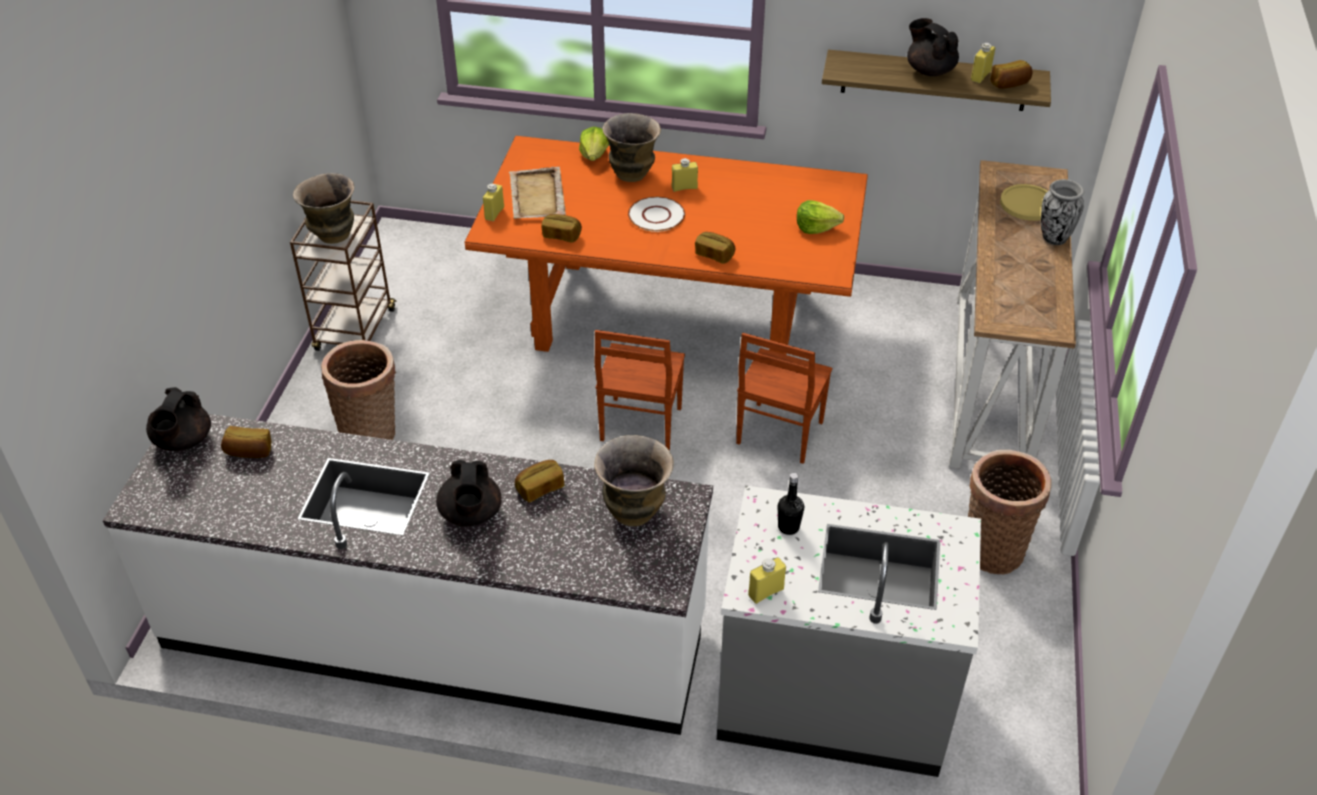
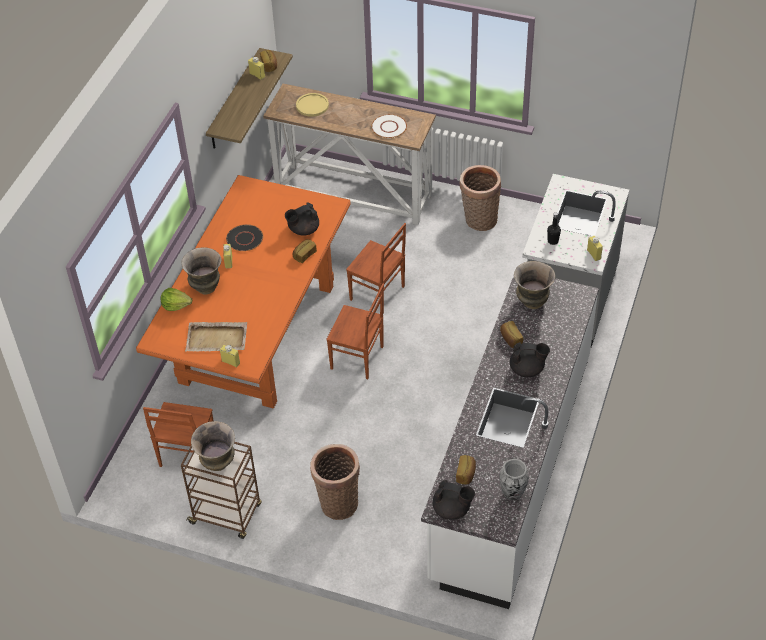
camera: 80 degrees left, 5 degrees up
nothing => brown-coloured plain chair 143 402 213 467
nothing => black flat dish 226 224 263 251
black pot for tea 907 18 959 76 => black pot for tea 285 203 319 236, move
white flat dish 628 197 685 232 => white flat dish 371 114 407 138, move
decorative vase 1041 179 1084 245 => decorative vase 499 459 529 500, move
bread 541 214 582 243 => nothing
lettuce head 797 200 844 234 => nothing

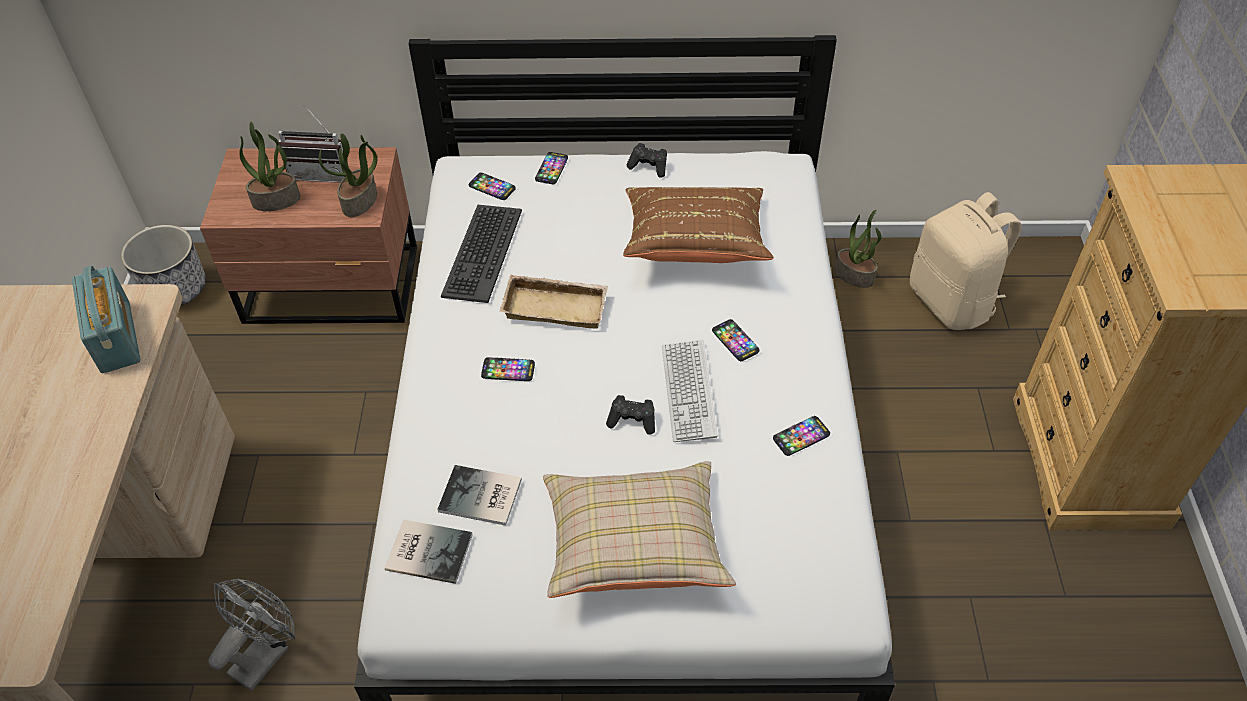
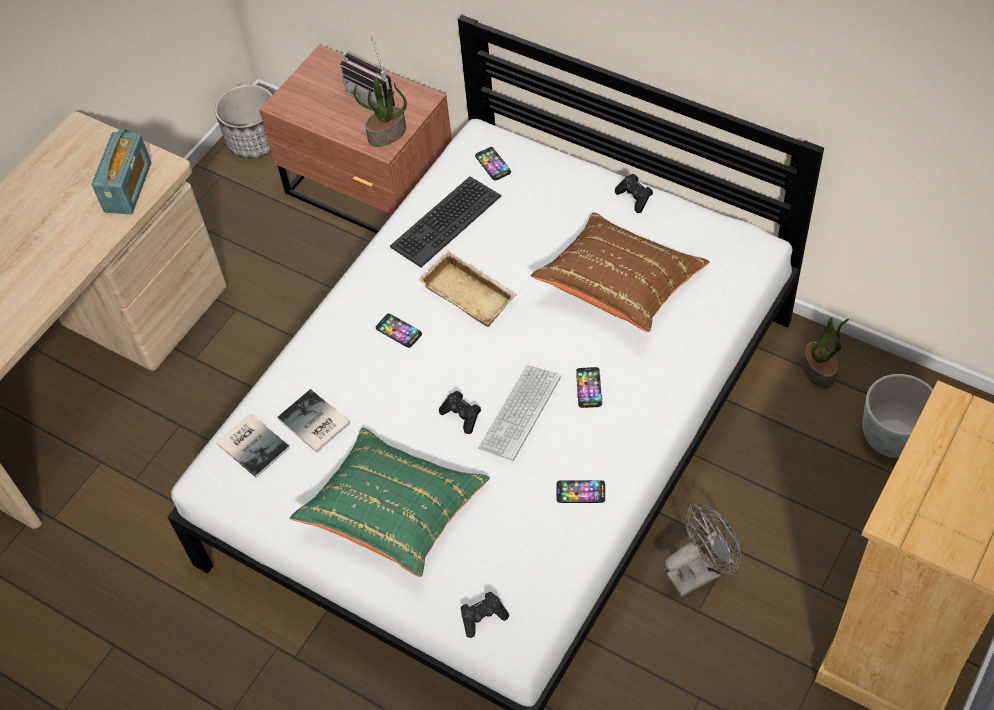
camera: 35 degrees right, 5 degrees up
beige-coloured cushion 543 461 736 598 => green-coloured cushion 290 428 490 577
nothing => black game controller 461 592 509 638
grey electric fan 208 579 295 691 => grey electric fan 665 502 741 597, move
beige-coloured backpack 910 192 1021 330 => grey planter 862 374 933 458
houseplant 239 122 300 211 => nothing
handset 535 152 568 184 => nothing

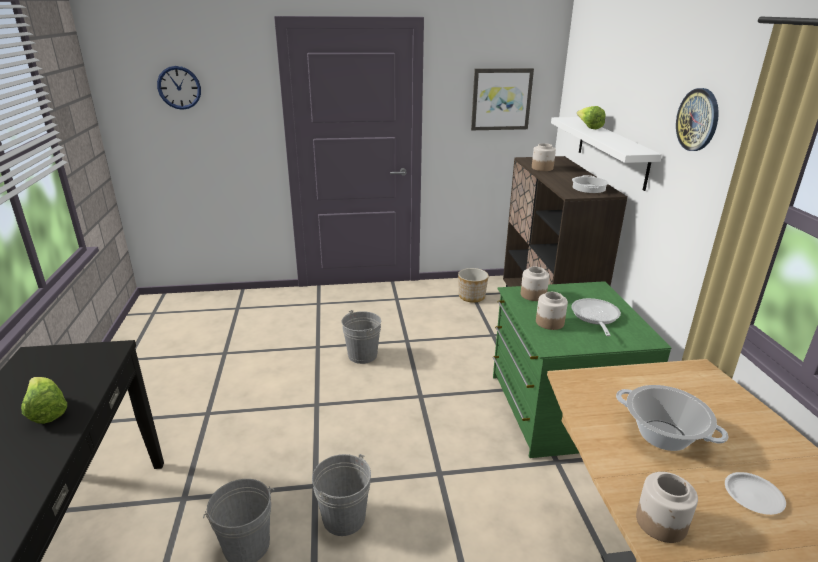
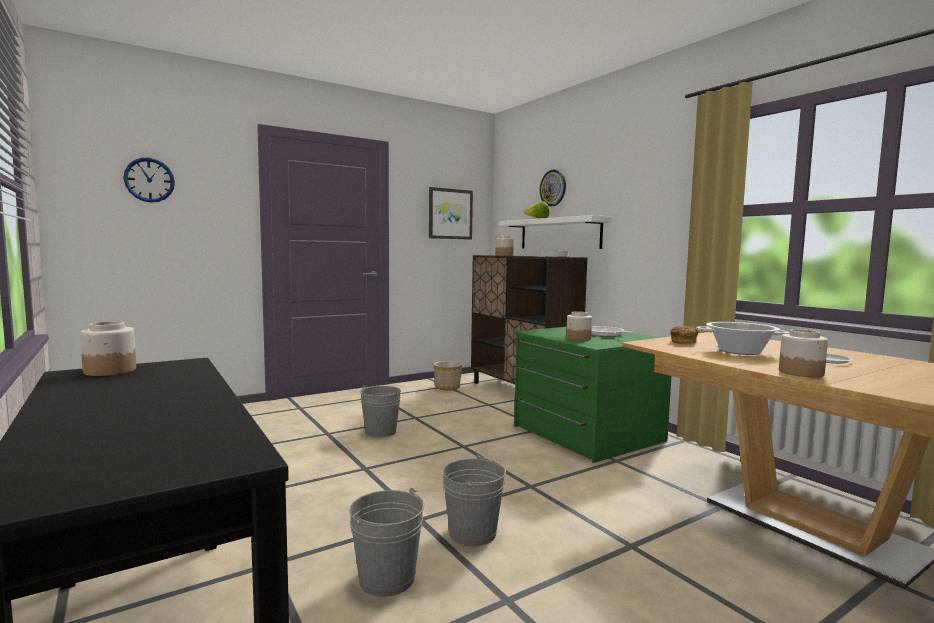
camera: 25 degrees left, 20 degrees down
jar 521 267 549 301 => jar 80 321 136 376, move
hanging clock 676 88 719 151 => hanging clock 540 170 566 206, move
nothing => bread 670 326 698 344
lettuce head 21 377 67 424 => nothing

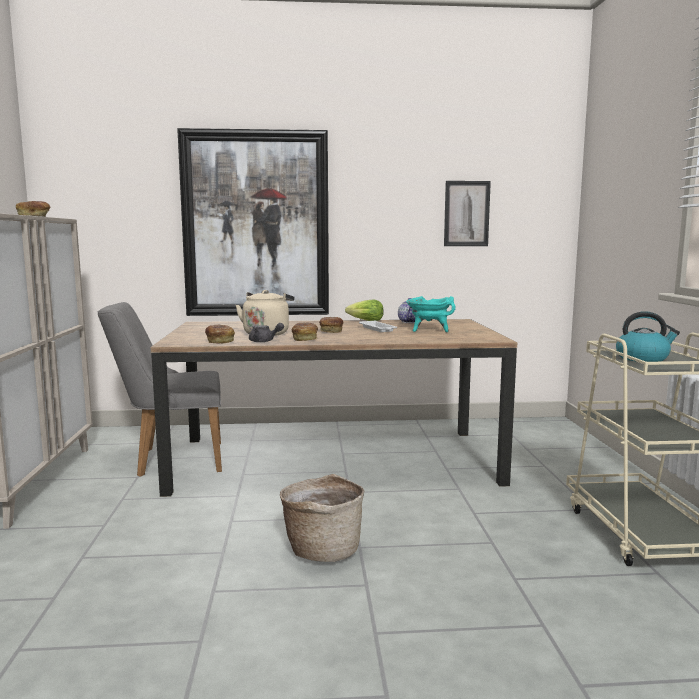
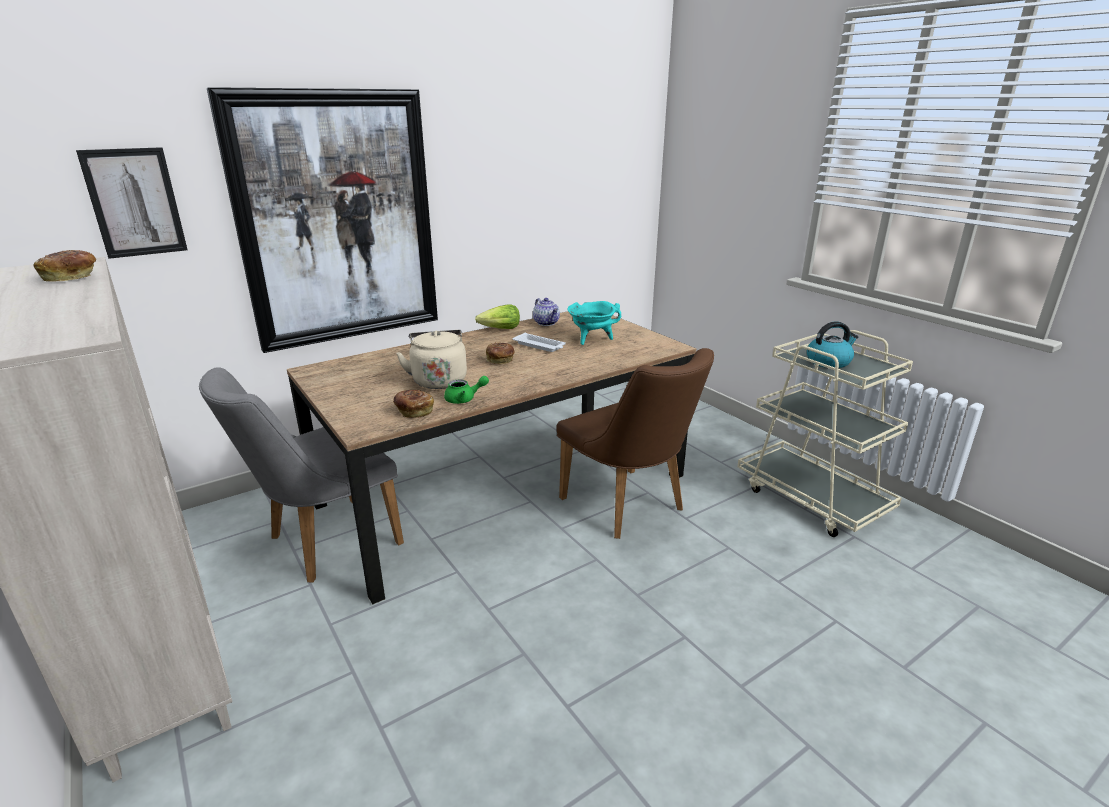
camera: 30 degrees left, 15 degrees up
wall art 444 181 491 246 => wall art 76 147 188 259, move
grey pot for tea 249 323 284 342 => green-coloured pot for tea 444 376 489 404
nothing => brown-coloured plain chair 556 348 714 539
household basket 280 474 364 562 => nothing
bread 292 323 318 341 => nothing

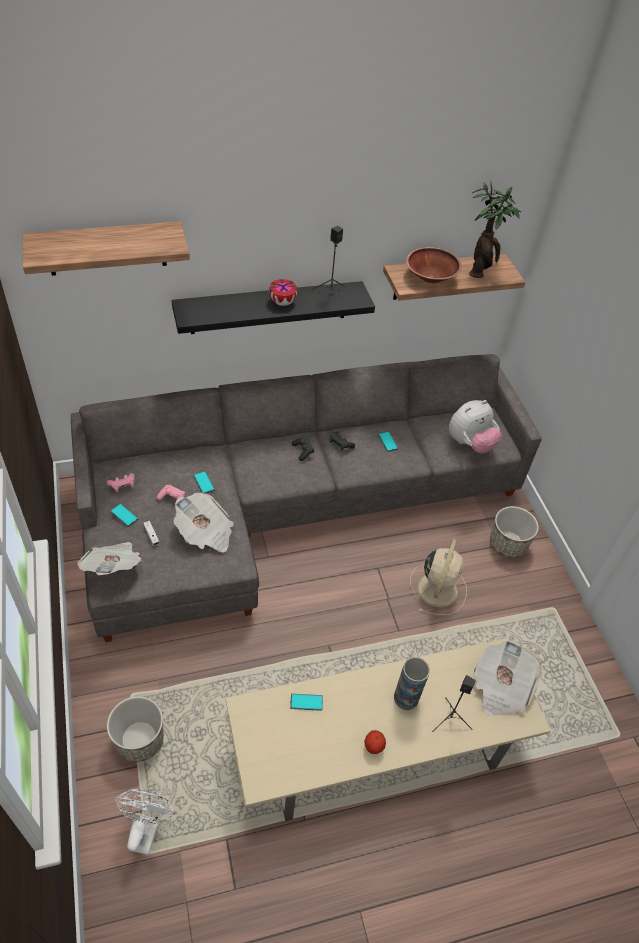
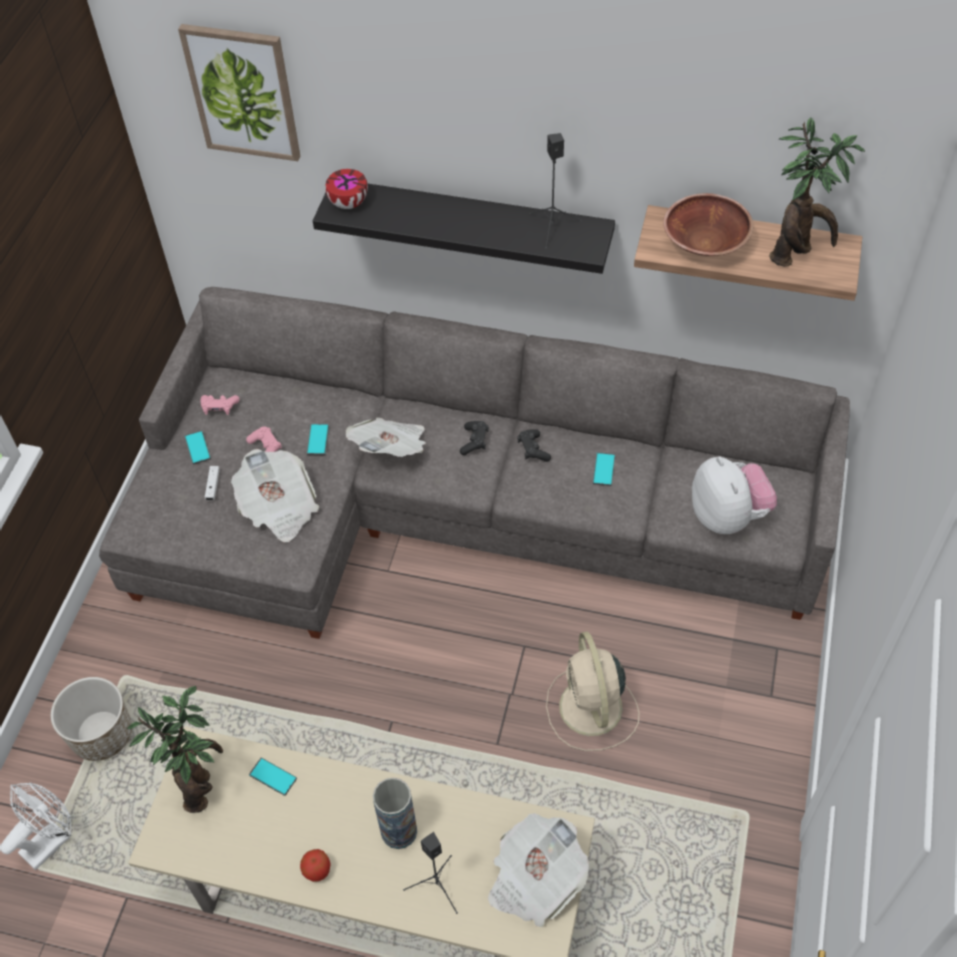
camera: 35 degrees right, 5 degrees up
nothing => houseplant 127 686 223 813
bracket shelf 22 221 190 276 => wall art 178 24 300 161
bowl 269 279 297 306 => bowl 325 169 368 209, move
daily paper 77 542 142 575 => daily paper 346 417 426 457, move
beige-coloured electric fan 410 538 467 615 => beige-coloured electric fan 546 632 639 751, 120 degrees clockwise
cuddly toy 449 400 502 454 => cuddly toy 692 456 777 534, 105 degrees counterclockwise
planter 490 506 539 558 => nothing

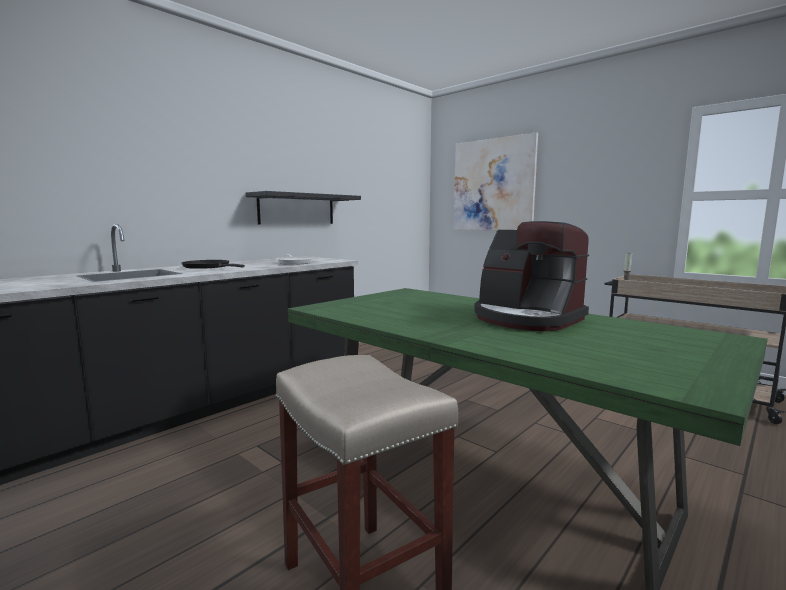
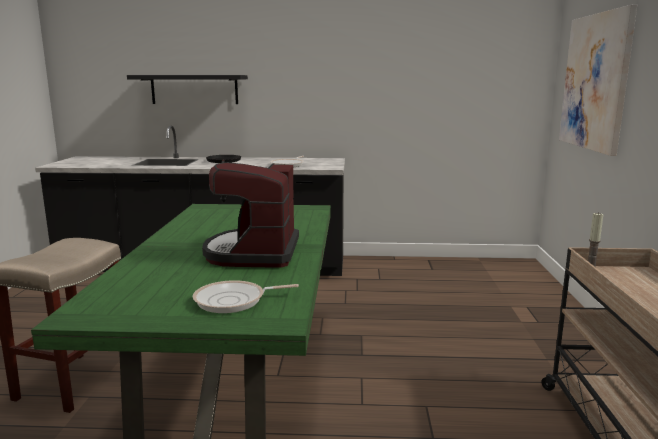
camera: 50 degrees right, 5 degrees up
black bracket shelf 246 191 361 225 => black bracket shelf 127 75 248 104, move
nothing => skillet 193 280 299 313

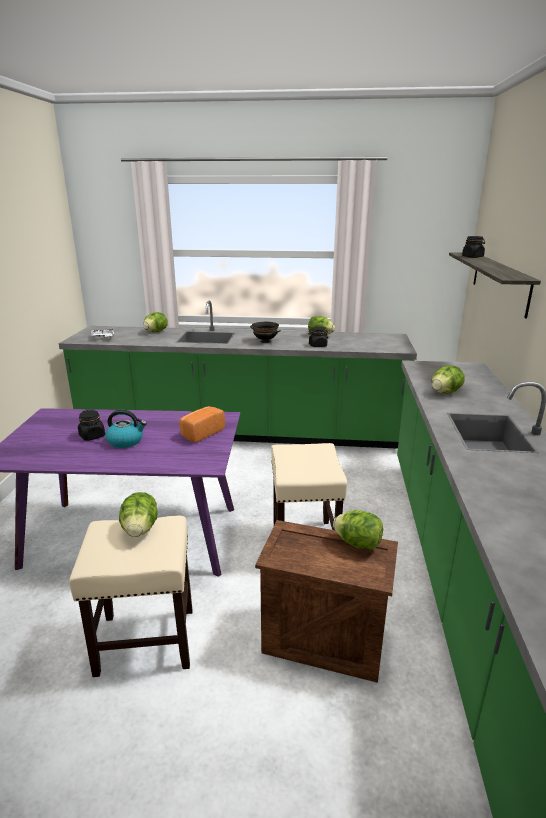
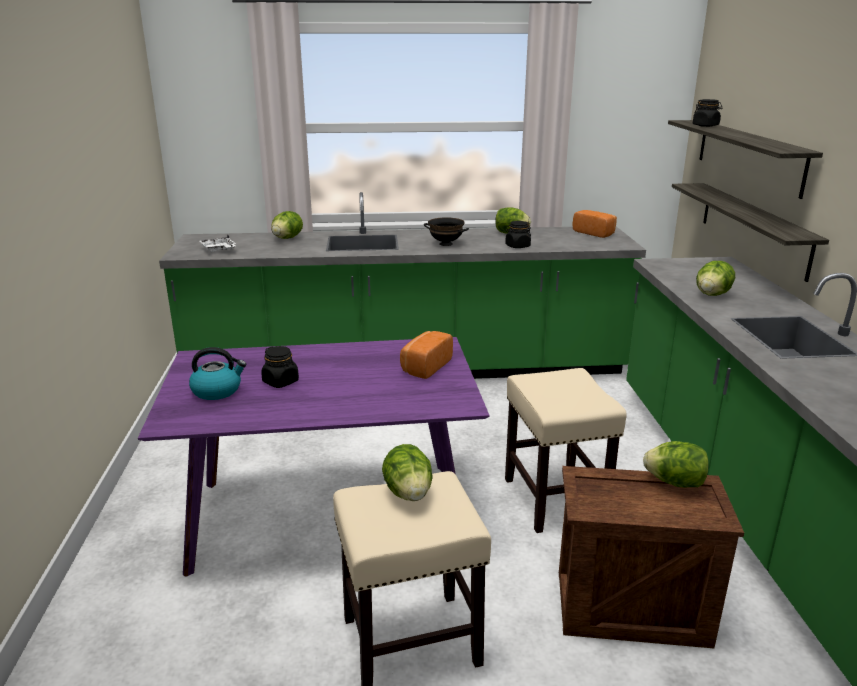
camera: 10 degrees left, 0 degrees up
kettle 105 410 147 448 => kettle 189 347 247 400, move
nothing => bread 573 210 617 238
nothing => bracket shelf 672 183 829 282

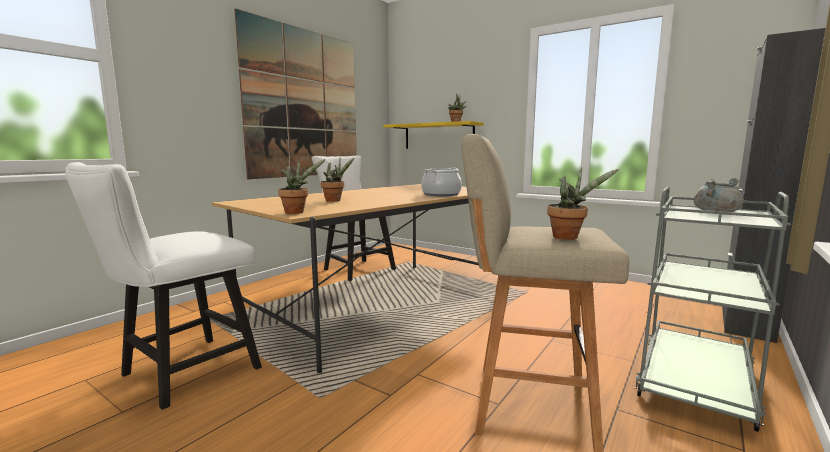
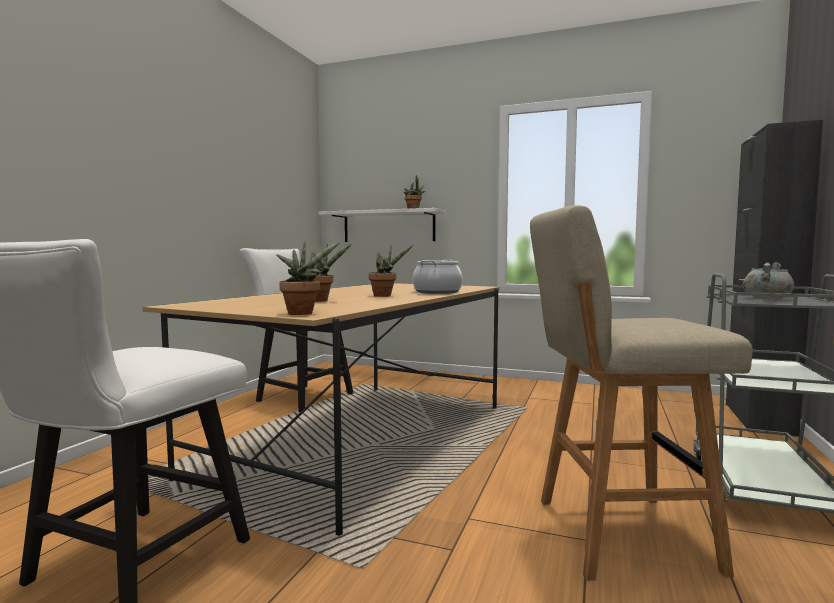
camera: 15 degrees left, 5 degrees down
yellowish bracket shelf 383 121 484 149 => white bracket shelf 319 208 446 242
houseplant 547 167 619 240 => houseplant 369 245 413 297, move
wall art 235 9 357 179 => nothing

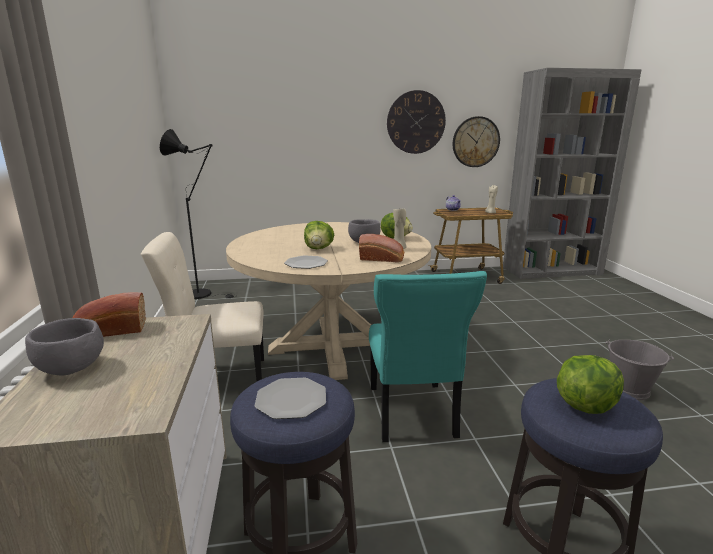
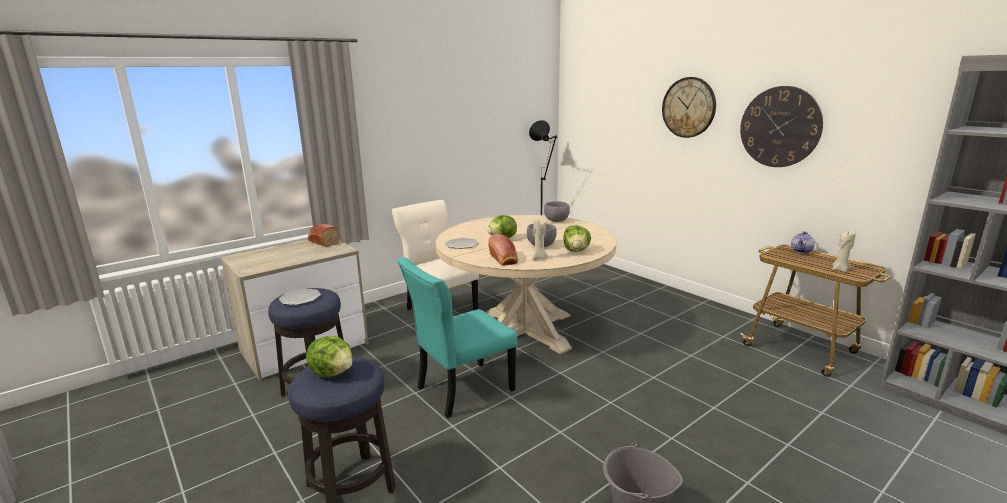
camera: 60 degrees right, 0 degrees up
grey bowl 25 318 104 376 => grey bowl 544 201 570 222, move
hanging clock 453 116 500 167 => hanging clock 662 77 716 138, move

